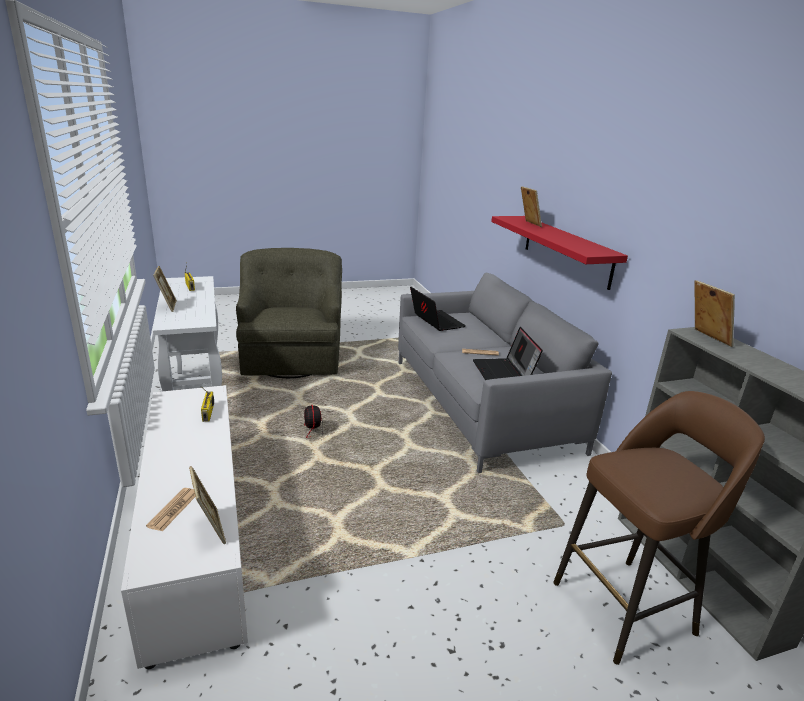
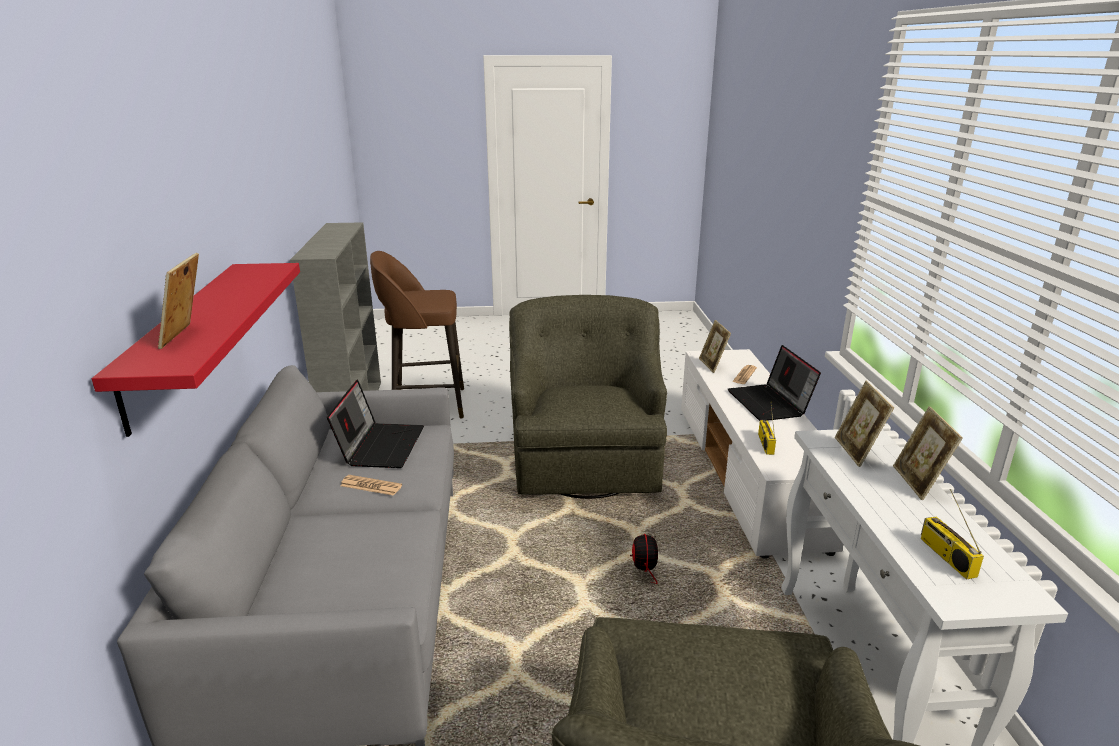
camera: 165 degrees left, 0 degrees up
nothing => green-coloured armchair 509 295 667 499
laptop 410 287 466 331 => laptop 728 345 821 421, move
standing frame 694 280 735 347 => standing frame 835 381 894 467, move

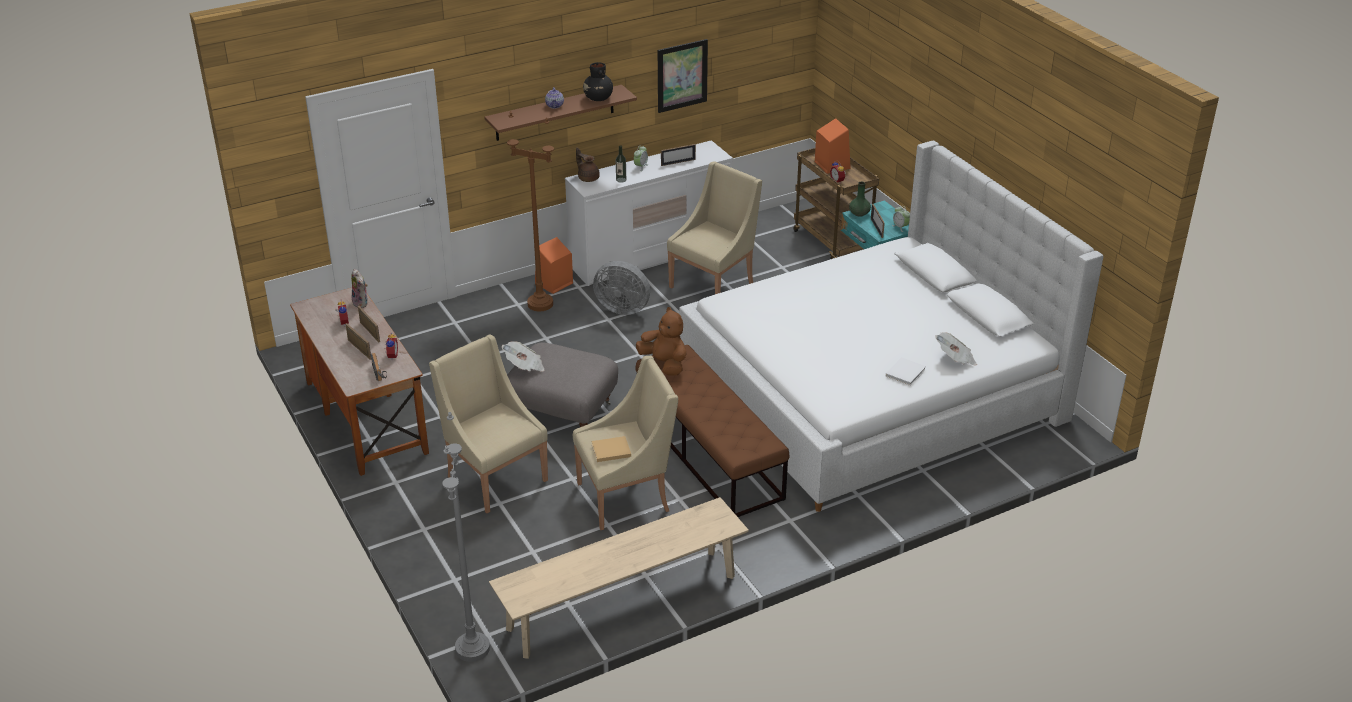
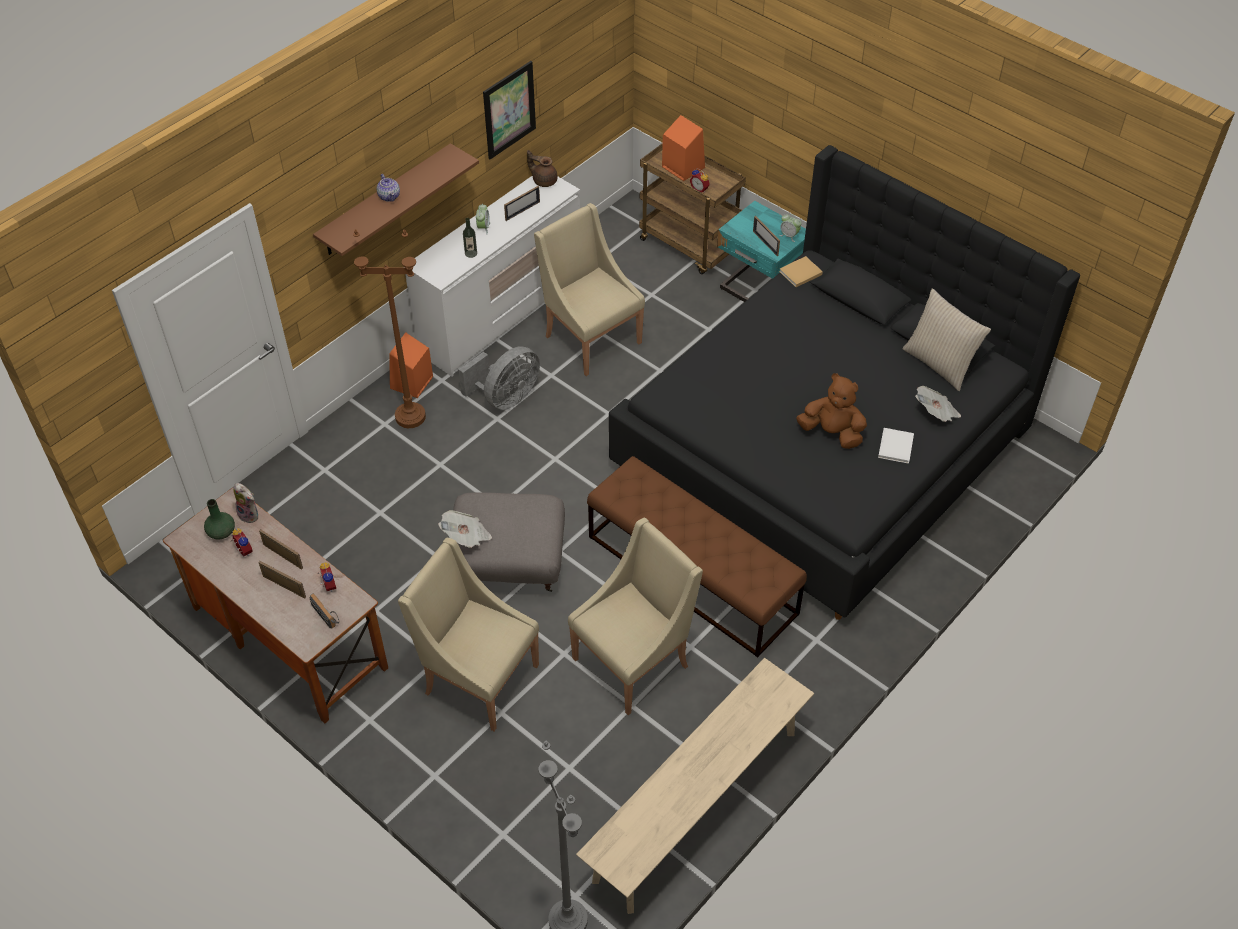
camera: 20 degrees left, 15 degrees up
green-coloured decorative vase 849 182 871 217 => green-coloured decorative vase 204 499 235 540, move
grey electric fan 593 261 650 315 => grey electric fan 459 346 540 410, 45 degrees counterclockwise
brown-coloured pot for tea 576 148 600 182 => brown-coloured pot for tea 527 150 558 187, move
beige-coloured armchair 667 161 762 294 => beige-coloured armchair 534 203 645 376, 60 degrees counterclockwise
white bedroom bed 679 141 1103 512 => black bedroom bed 609 145 1080 620
beige-coloured bound book 591 436 631 462 => beige-coloured bound book 779 256 823 287, move
brown-coloured cuddly toy 636 307 687 376 => brown-coloured cuddly toy 796 373 867 449, move
nothing => beige-coloured cushion 903 288 991 391
black decorative vase 583 62 613 101 => nothing

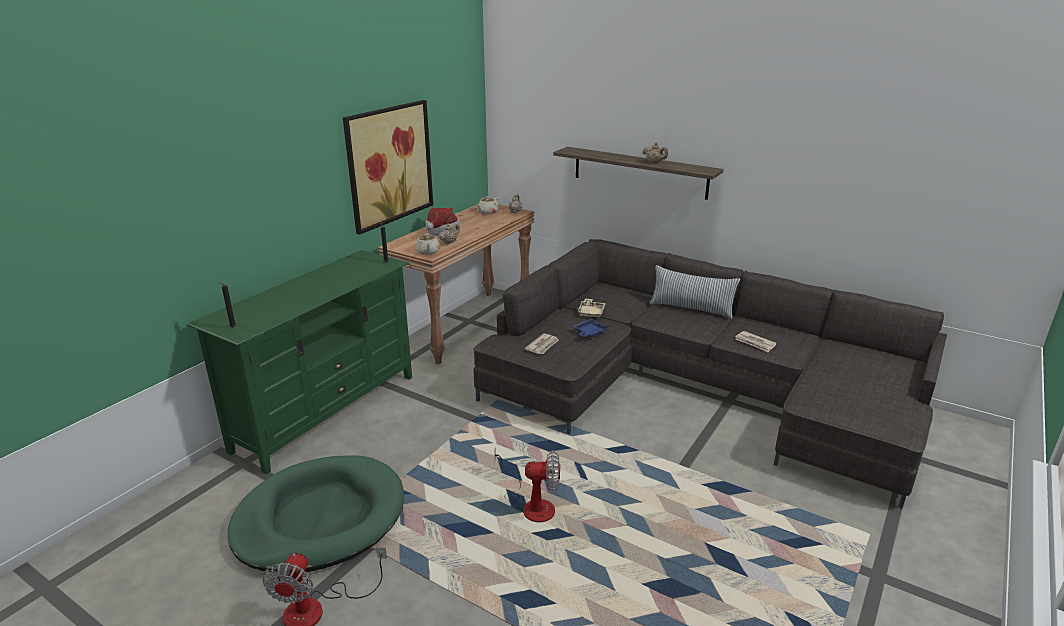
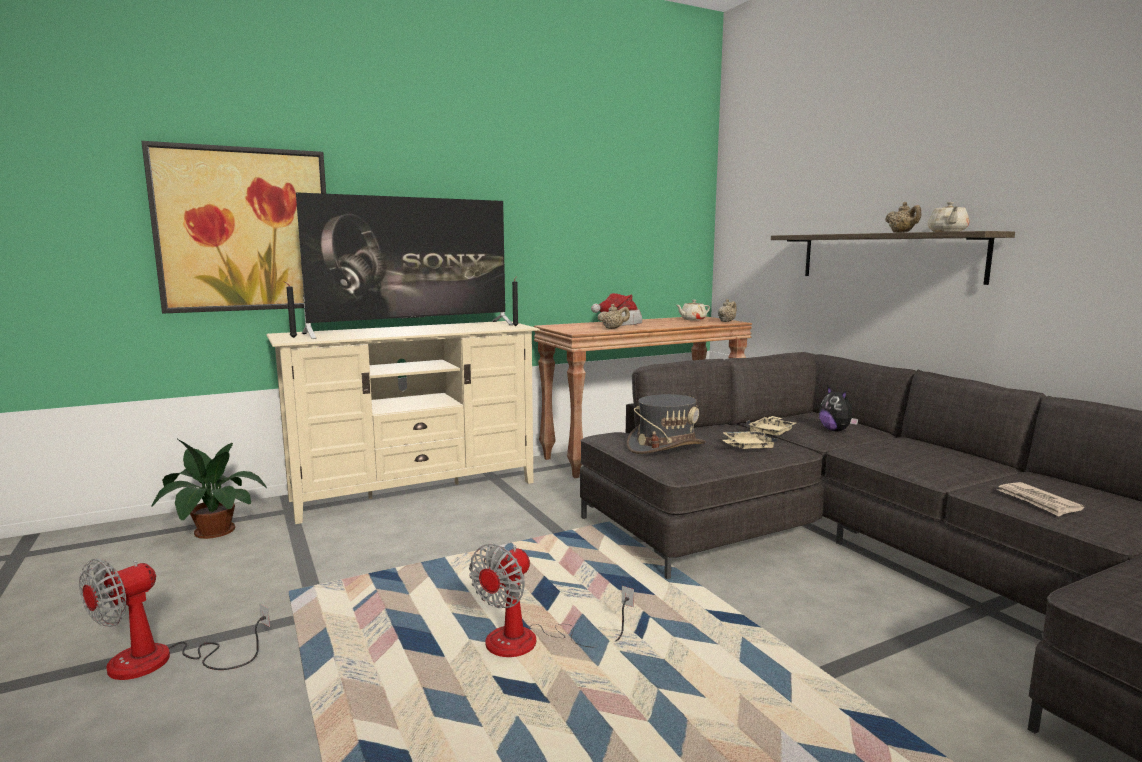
camera: 30 degrees right, 15 degrees down
wall art 343 100 433 235 => wall art 141 141 326 314, move
nothing => houseplant 152 439 267 539
green-coloured tv unit 187 250 412 474 => beige-coloured tv unit 266 321 540 524
nothing => TV 296 192 513 339
electric fan 494 450 560 522 => electric fan 469 544 634 657, 90 degrees clockwise
daily paper 524 333 559 354 => grey hat 627 394 706 454
bluish carrying tray 573 319 610 338 => beige-coloured carrying tray 722 431 778 449
nothing => cuddly toy 819 387 858 431
beige-coloured pot for tea 415 234 440 255 => beige-coloured pot for tea 927 202 969 232, move
green-coloured dog bed 228 455 404 573 => nothing
cushion 650 265 740 319 => nothing

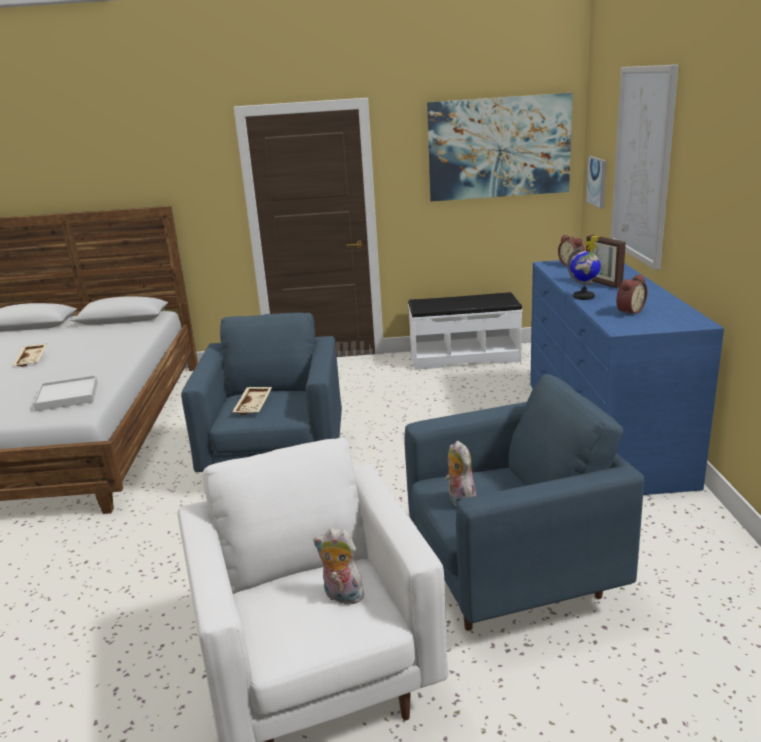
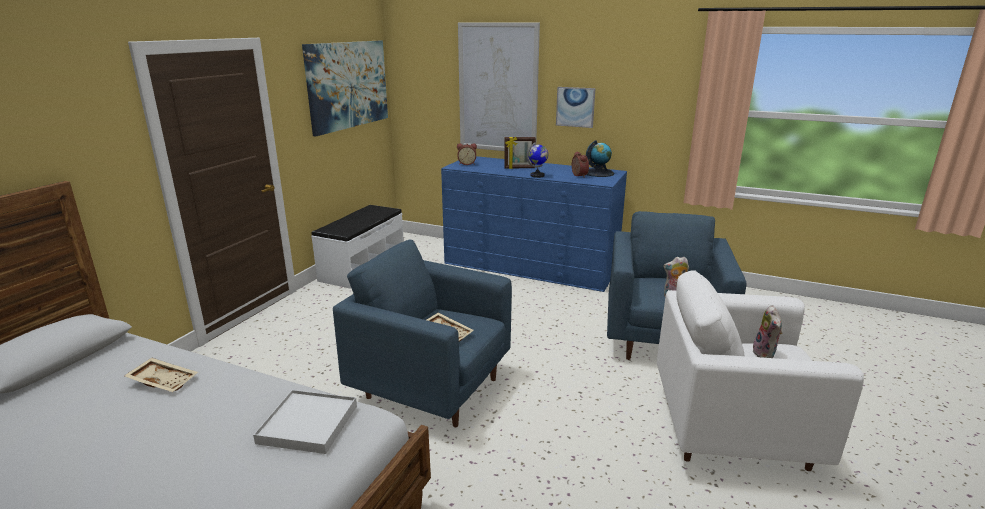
camera: 65 degrees left, 0 degrees up
beige-coloured carrying tray 13 344 47 367 => beige-coloured carrying tray 124 358 198 392, move
wall art 586 156 606 209 => wall art 556 87 596 128, move
nothing => desk globe 586 140 614 177
cuddly toy 313 528 366 607 => cuddly toy 753 305 782 358, 45 degrees counterclockwise

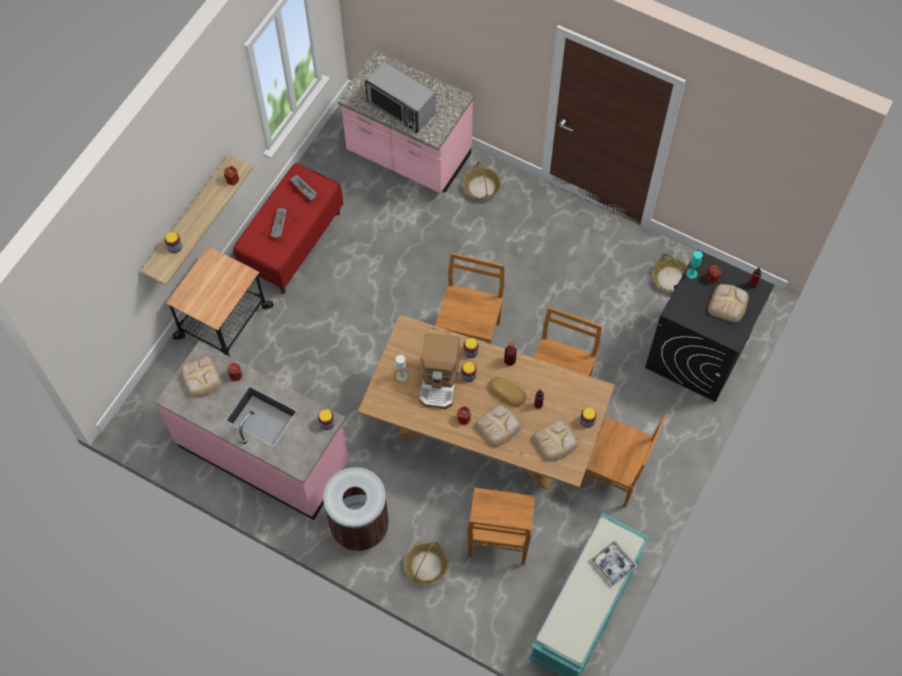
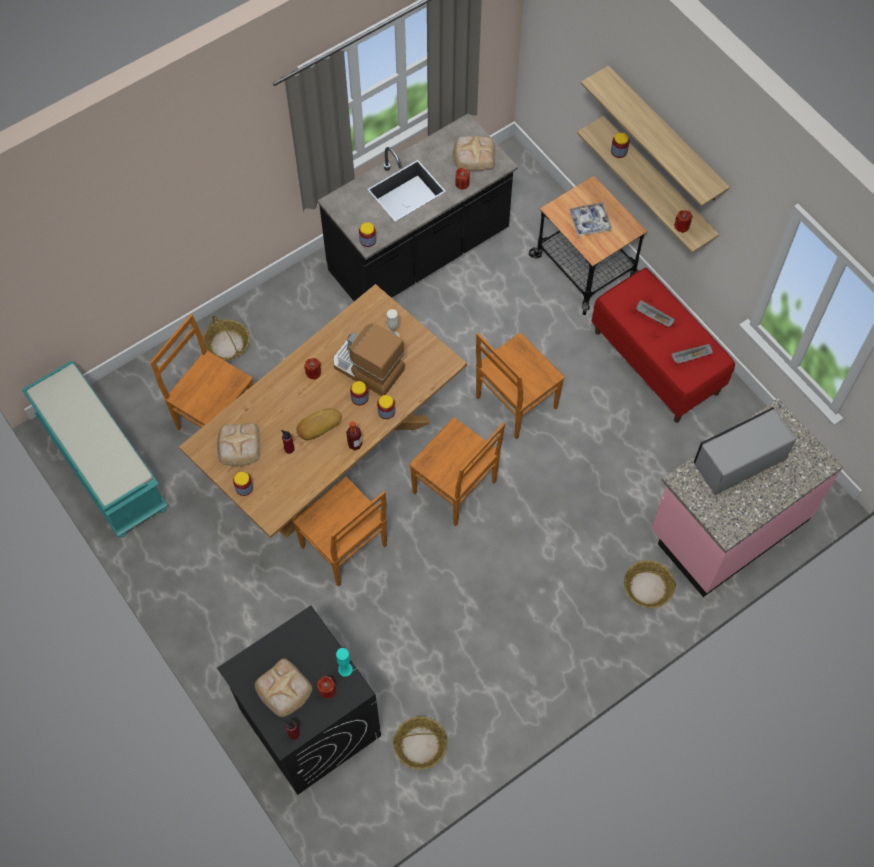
camera: 115 degrees right, 0 degrees up
pinkish kitchen base unit 155 341 348 520 => black kitchen base unit 318 113 518 301
brown-coloured plain chair 580 415 666 507 => brown-coloured plain chair 476 332 565 439, move
carrying tray 591 541 638 586 => carrying tray 569 202 612 236, move
nothing => bracket shelf 581 66 730 207
brown-coloured waste bin 323 467 389 551 => nothing
bread 475 405 521 447 => nothing

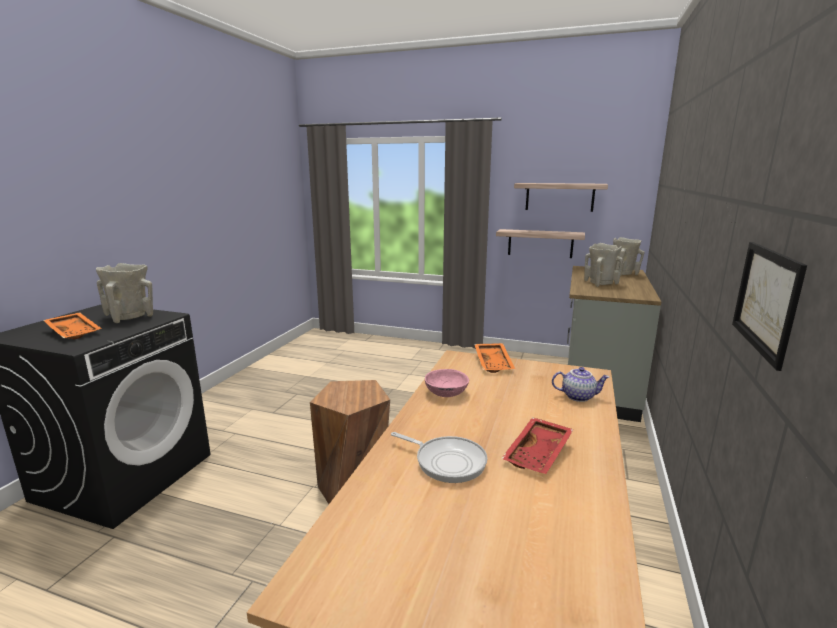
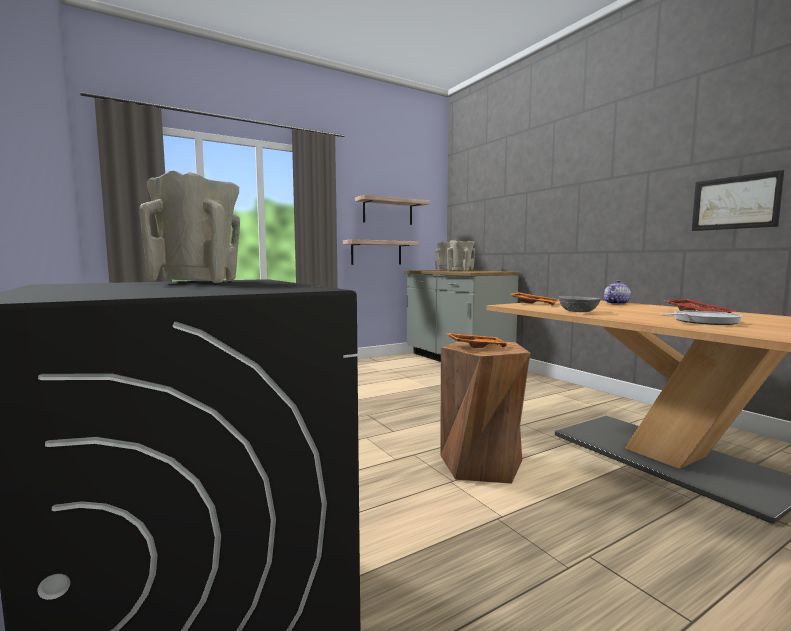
camera: 50 degrees left, 10 degrees down
orange-coloured carrying tray 43 312 102 339 => orange-coloured carrying tray 444 332 510 348, move
pinkish bowl 425 369 469 397 => grey bowl 559 296 600 312

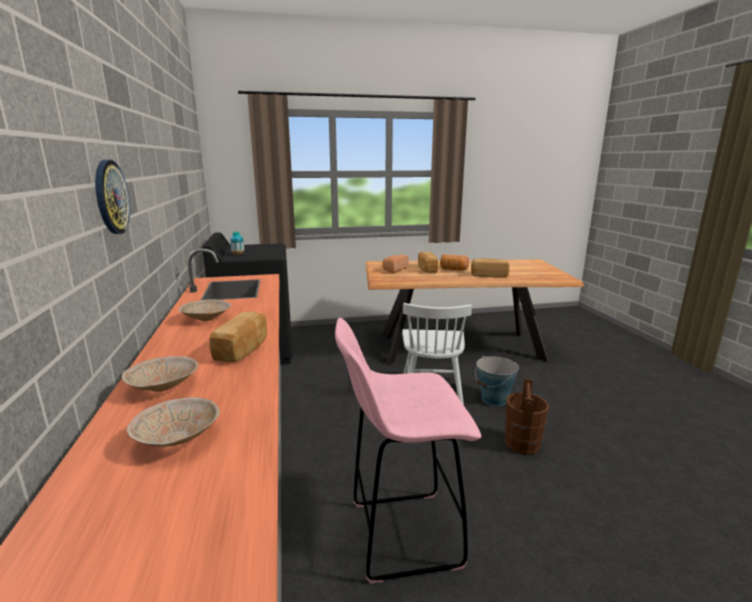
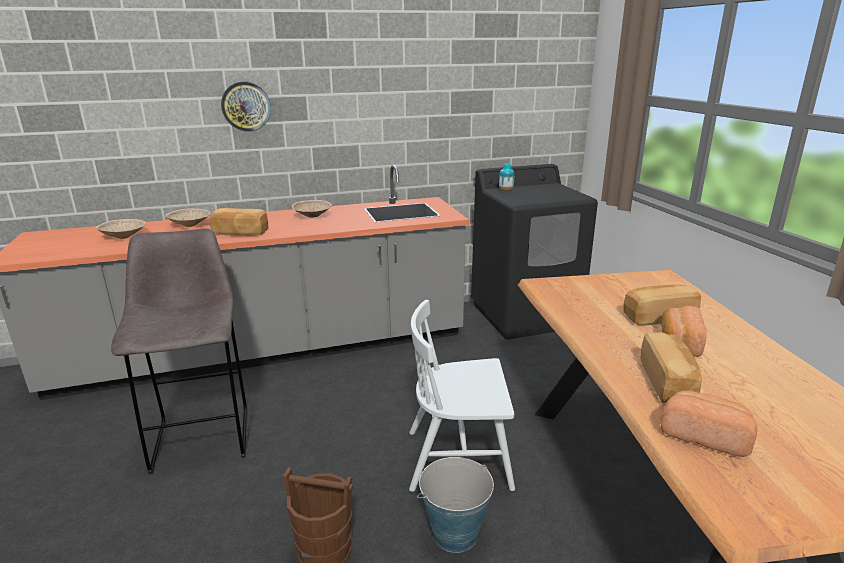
camera: 85 degrees right, 5 degrees up
pinkish stool 335 318 481 584 => grey stool 111 228 247 474
bread 382 255 409 273 => bread 661 390 757 457, move

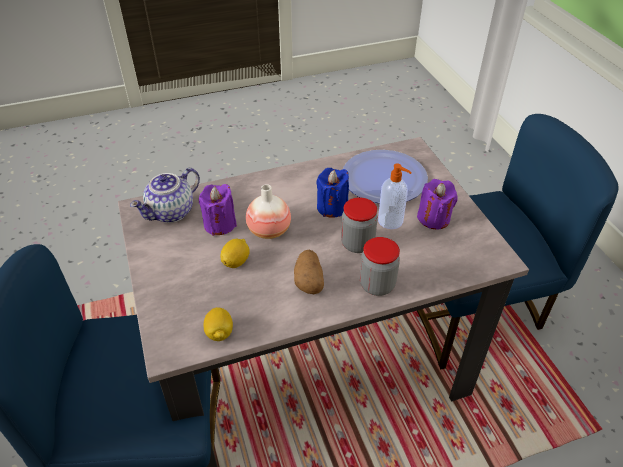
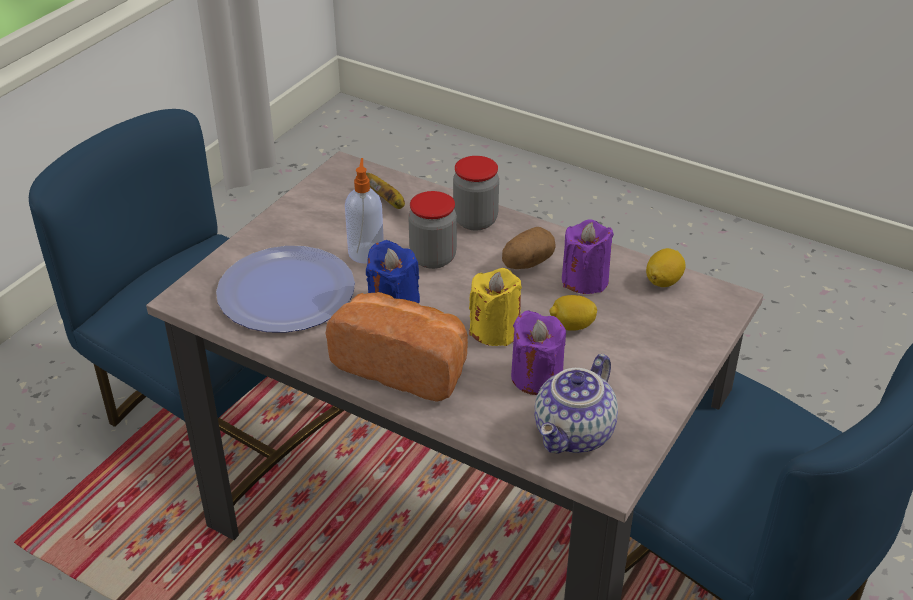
camera: 130 degrees left, 5 degrees down
nothing => bread 325 292 468 402
nothing => banana fruit 366 173 405 209
decorative vase 246 184 291 239 => yellowish wax light 469 268 522 346
pot for tea 130 168 200 223 => pot for tea 534 354 618 454, 120 degrees clockwise
purple wax light 417 179 458 229 => purple wax light 562 219 614 294, move

